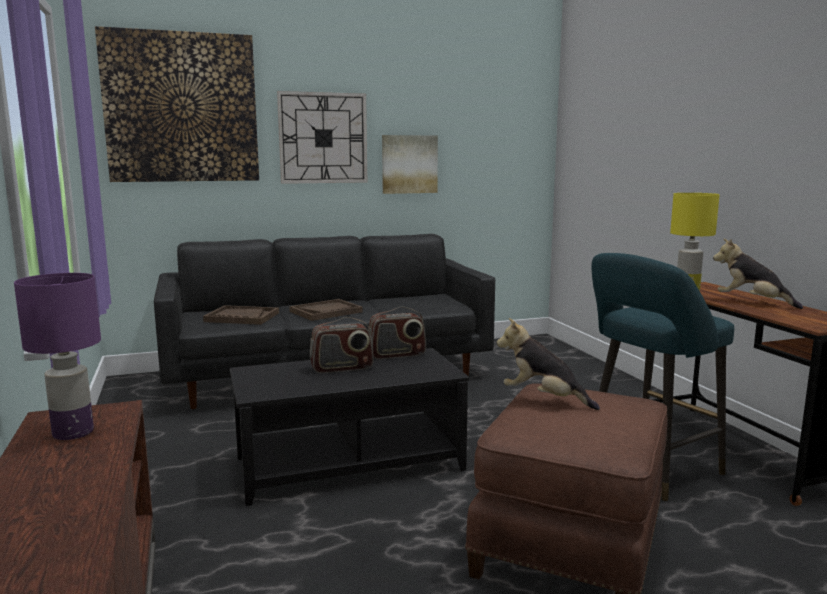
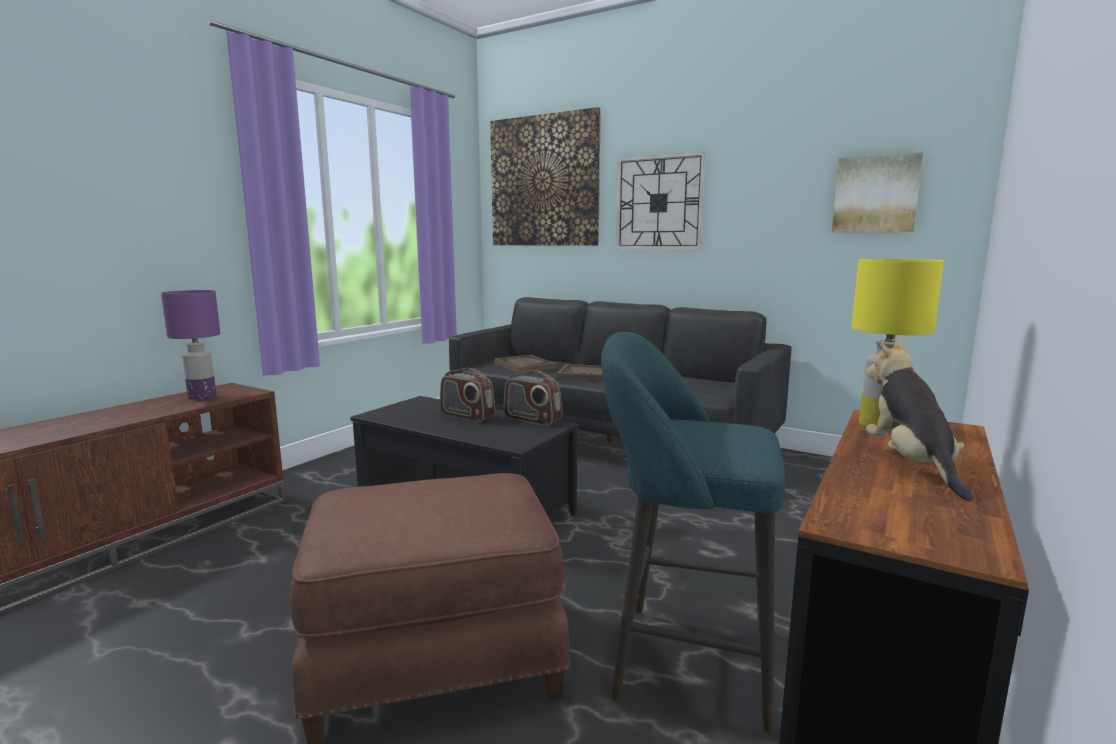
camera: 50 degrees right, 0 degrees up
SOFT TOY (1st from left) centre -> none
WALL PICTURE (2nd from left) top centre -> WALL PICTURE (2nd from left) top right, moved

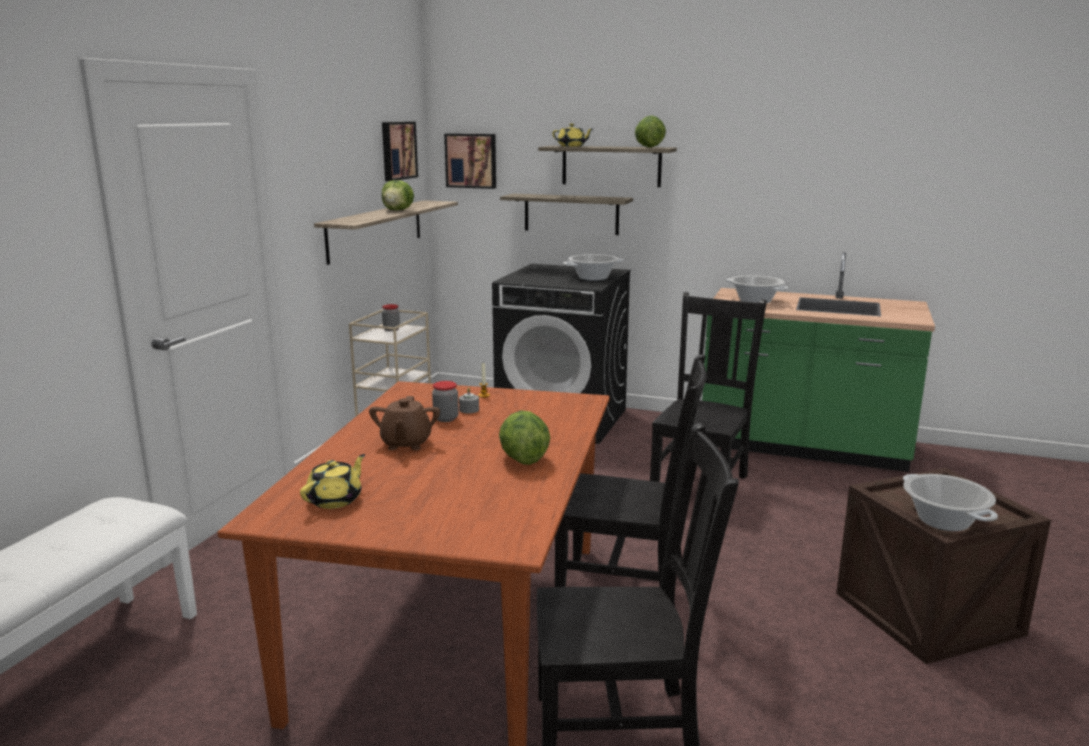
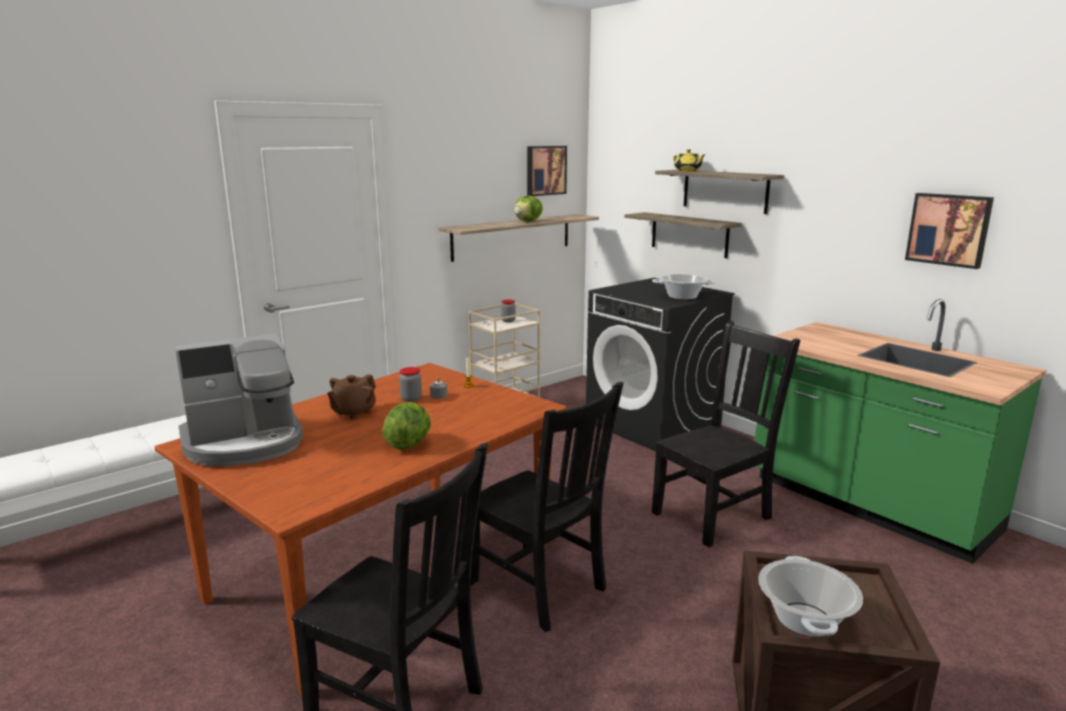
camera: 30 degrees right, 0 degrees up
HEAD OF LETTUCE (3rd from left) top centre -> none
STOCKPOT (2nd from left) middle right -> none
WALL PICTURE (2nd from left) top centre -> WALL PICTURE (2nd from left) top right, moved
YELLOWISH TEAPOT (1st from left) middle left -> COFFEE MACHINE middle left

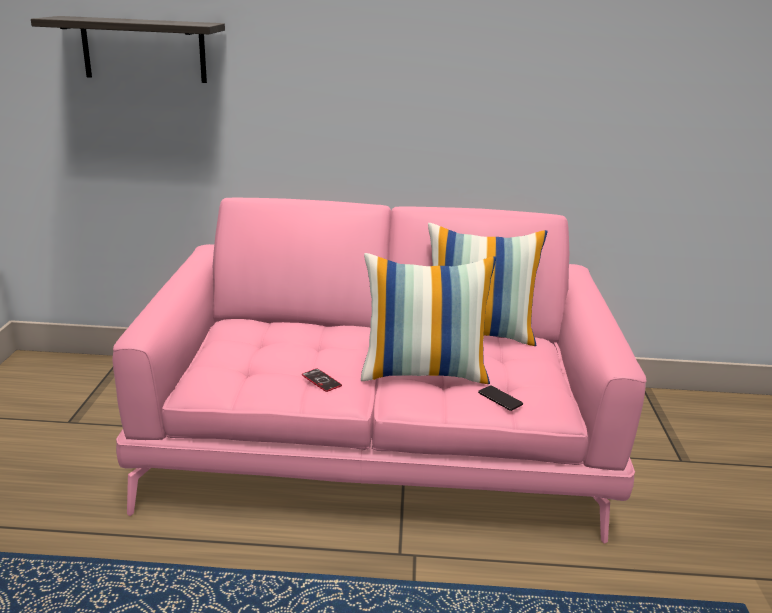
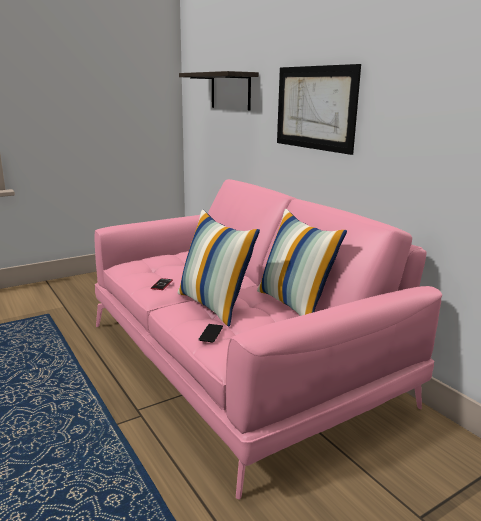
camera: 55 degrees right, 5 degrees down
none -> WALL PICTURE top centre

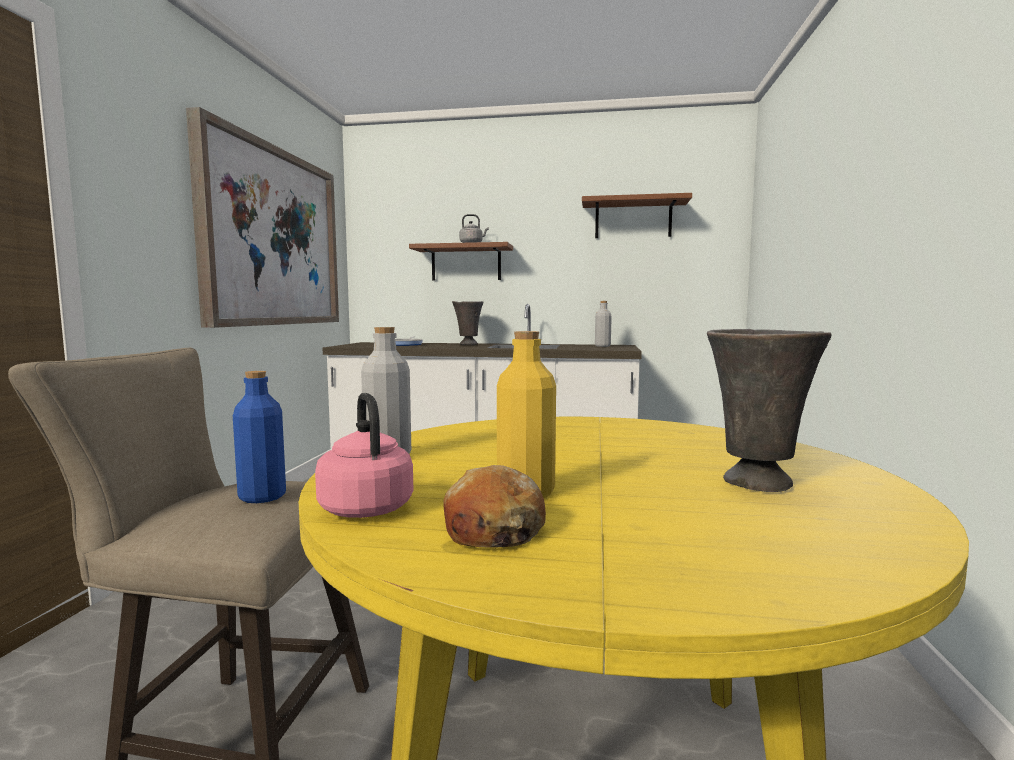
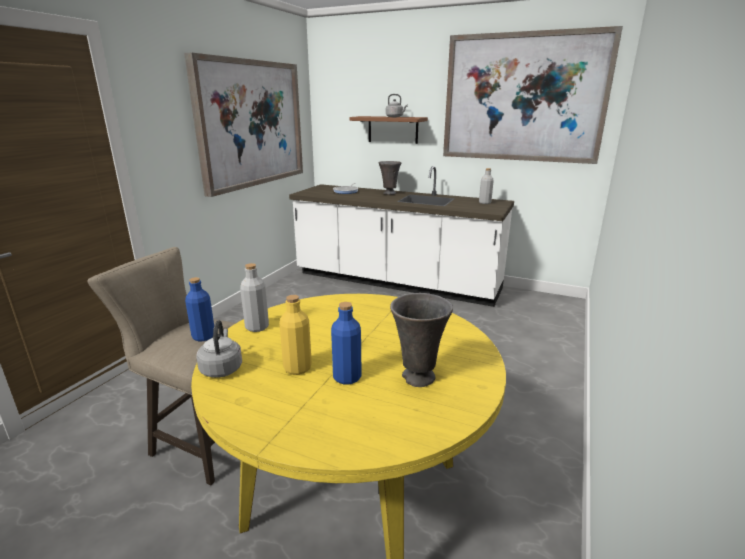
camera: 15 degrees right, 15 degrees up
BAKED BREAD centre -> none
none -> BLUE-COLOURED BOTTLE (2nd from left) centre
BROWNISH SHELF (2nd from left) top centre -> WALL PICTURE (2nd from left) top right
PINK-COLOURED WATER KETTLE centre -> GRAY WATER KETTLE (1st from left) middle left

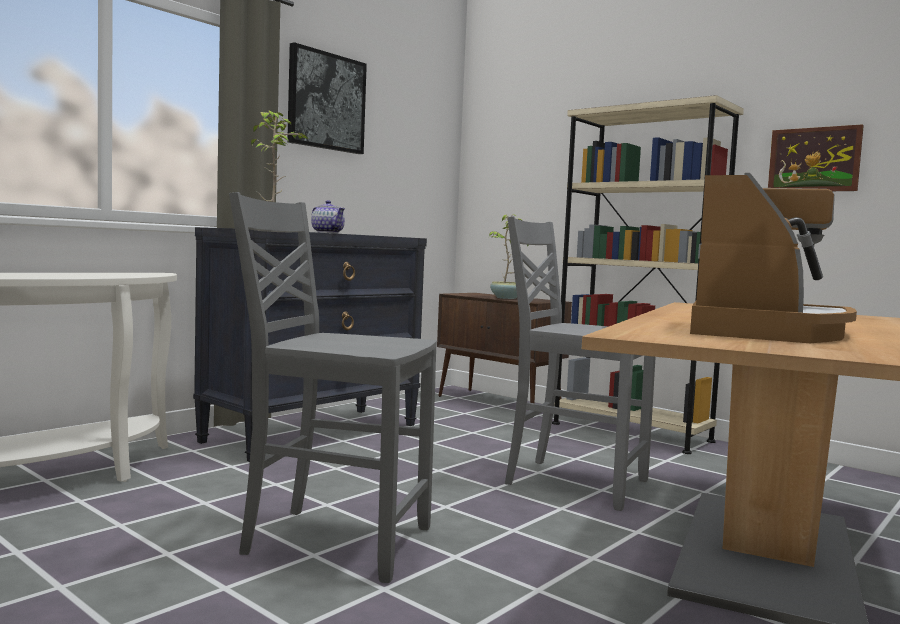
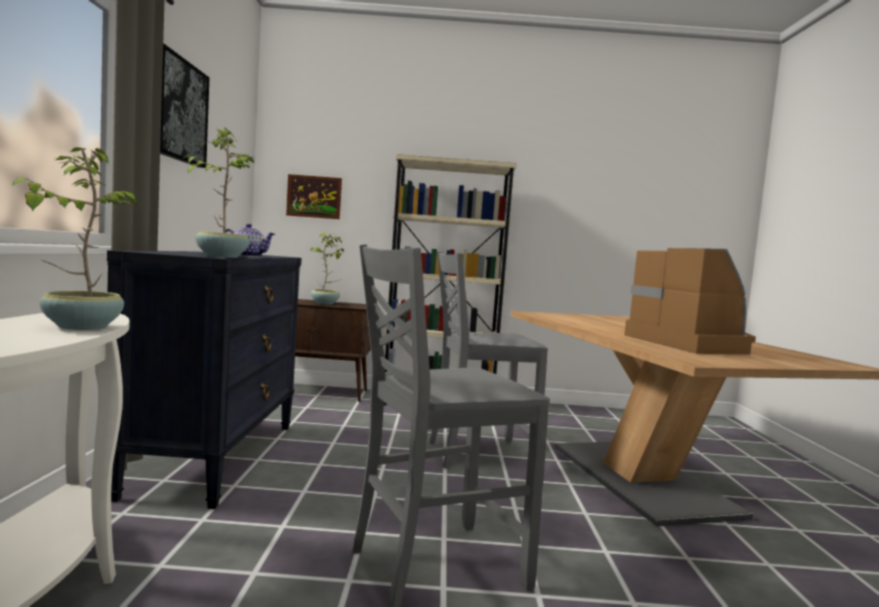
camera: 40 degrees left, 0 degrees up
none -> PLANT IN A POT (1st from left) middle left
WALL PICTURE (2nd from left) top right -> WALL PICTURE (2nd from left) top centre, moved

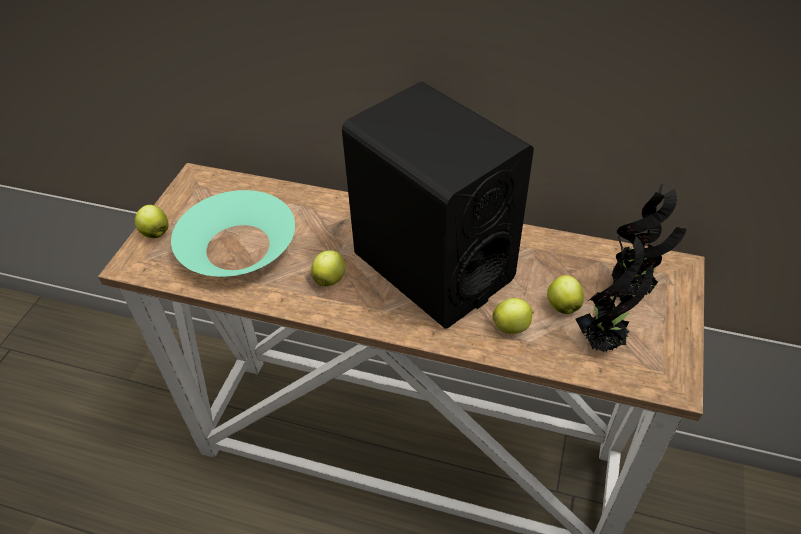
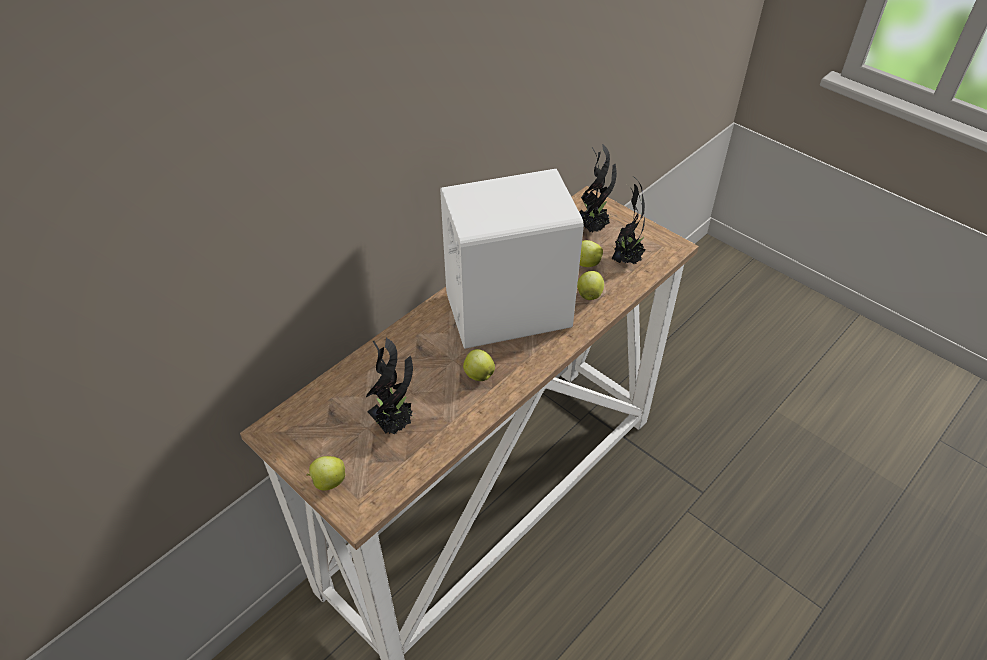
camera: 65 degrees left, 0 degrees up
BLUE-GREEN BOWL middle left -> PLANT IN A POT (1st from left) centre
BLACKISH SPEAKER centre -> WHITE-COLOURED SPEAKER centre

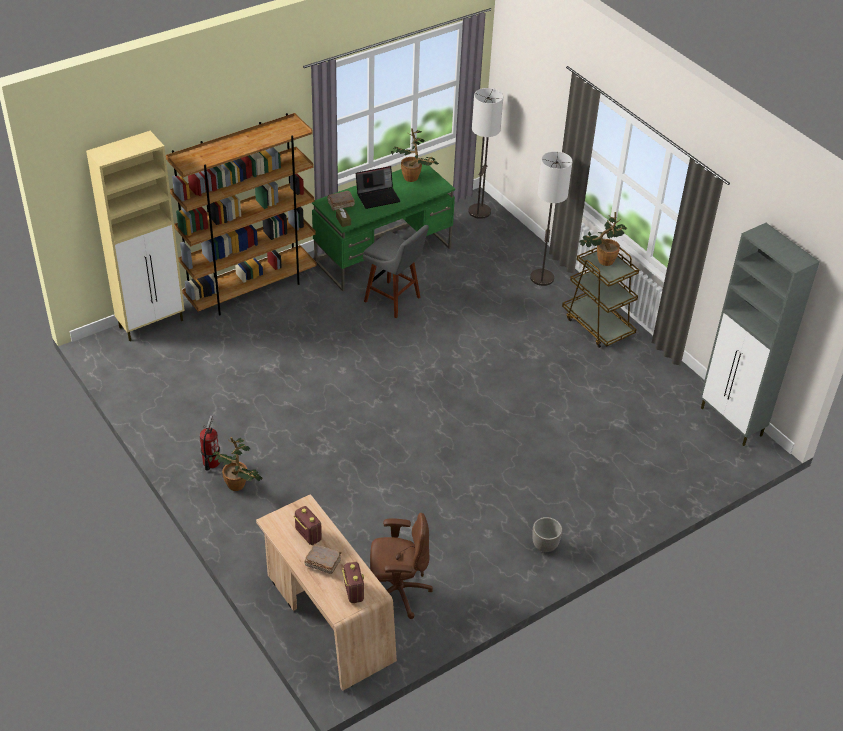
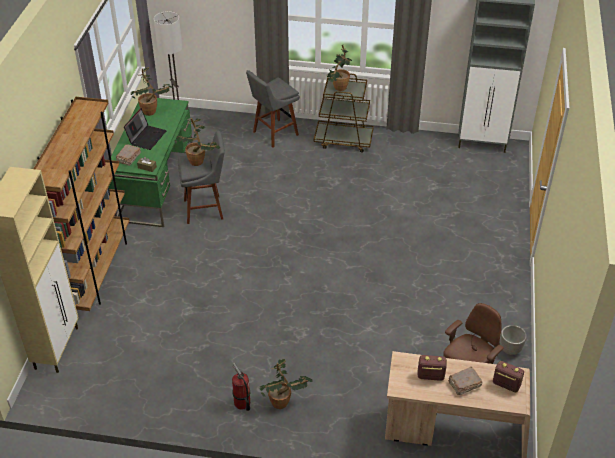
camera: 45 degrees left, 0 degrees up
none -> PLANT IN A POT (2nd from left) top left
PLANT POT bottom centre -> PLANT POT bottom right, moved
FLOOR LAMP (2nd from left) top centre -> GRAY STOOL (2nd from left) top centre

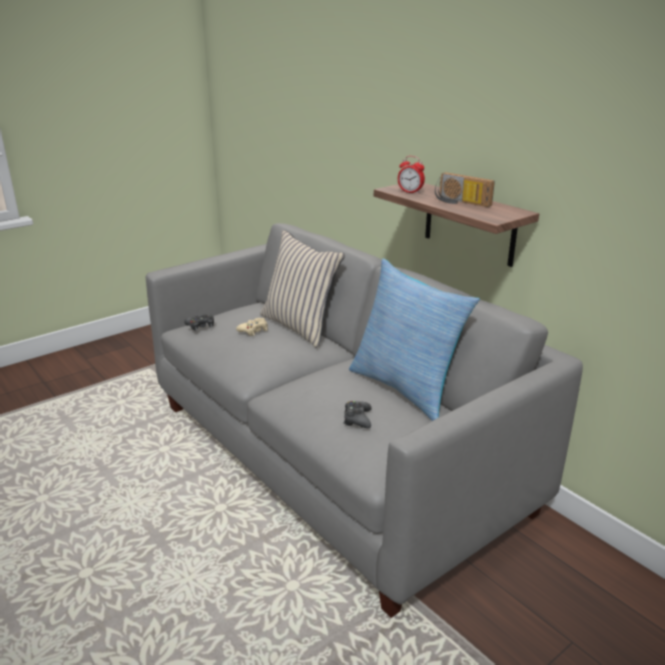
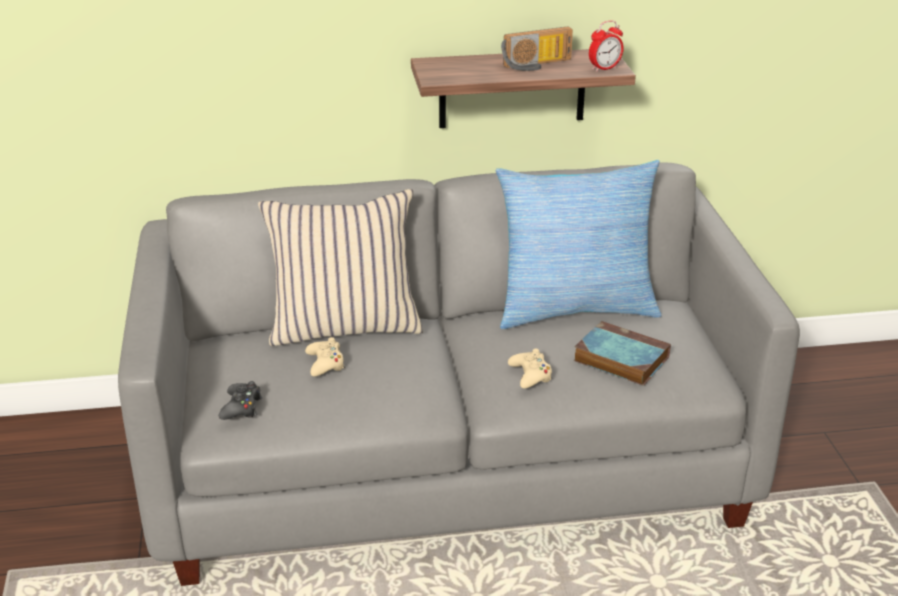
camera: 60 degrees left, 5 degrees up
none -> BEIGE-COLOURED GAMEPAD (2nd from left) centre
ALARM CLOCK top centre -> ALARM CLOCK top right, moved
BLACKISH GAMEPAD (2nd from left) centre -> VOLUME middle right

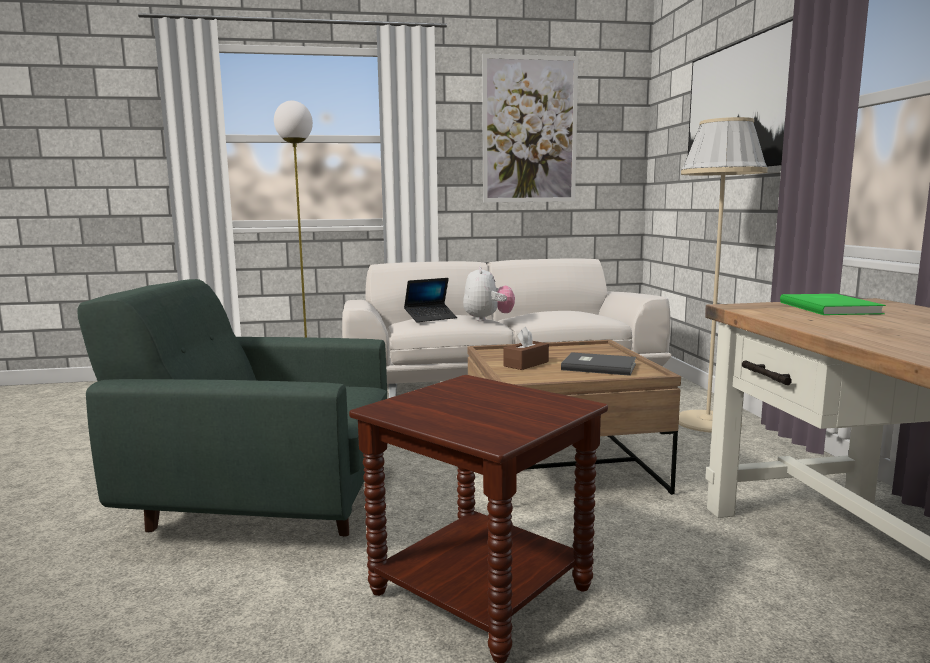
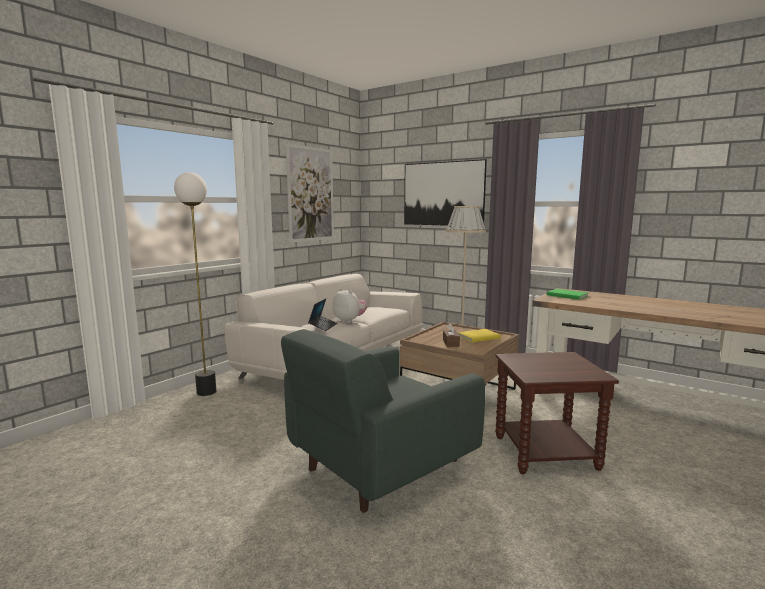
camera: 45 degrees left, 0 degrees up
GRAY VOLUME centre -> YELLOWISH VOLUME centre

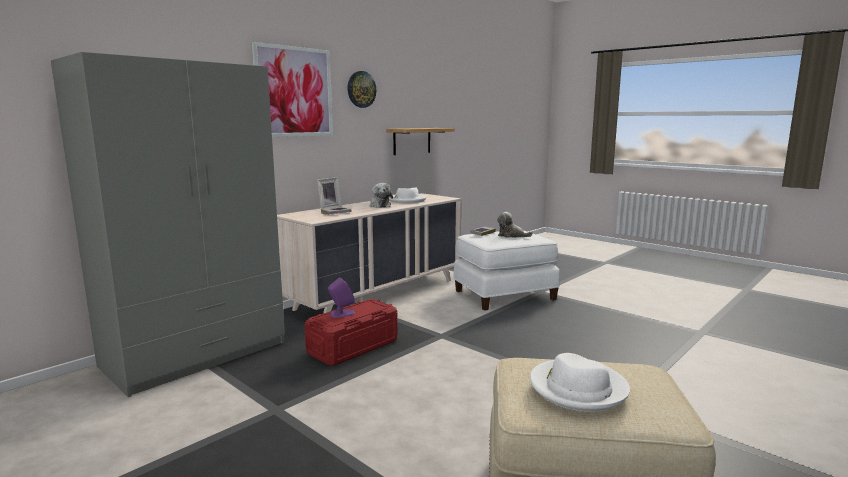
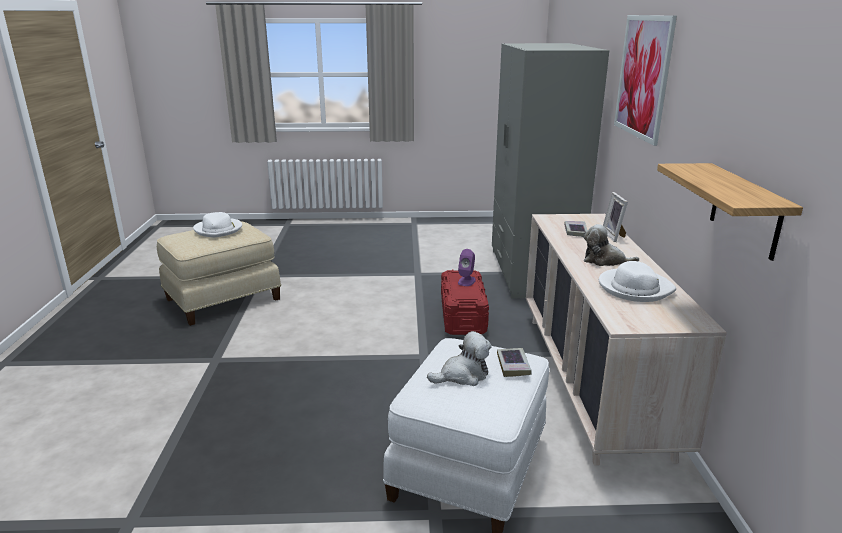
camera: 135 degrees right, 10 degrees up
HANGING CLOCK top centre -> none

